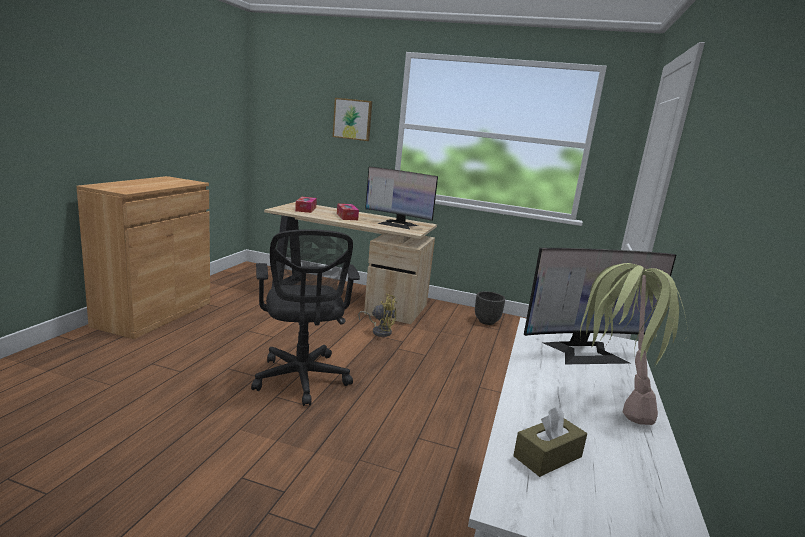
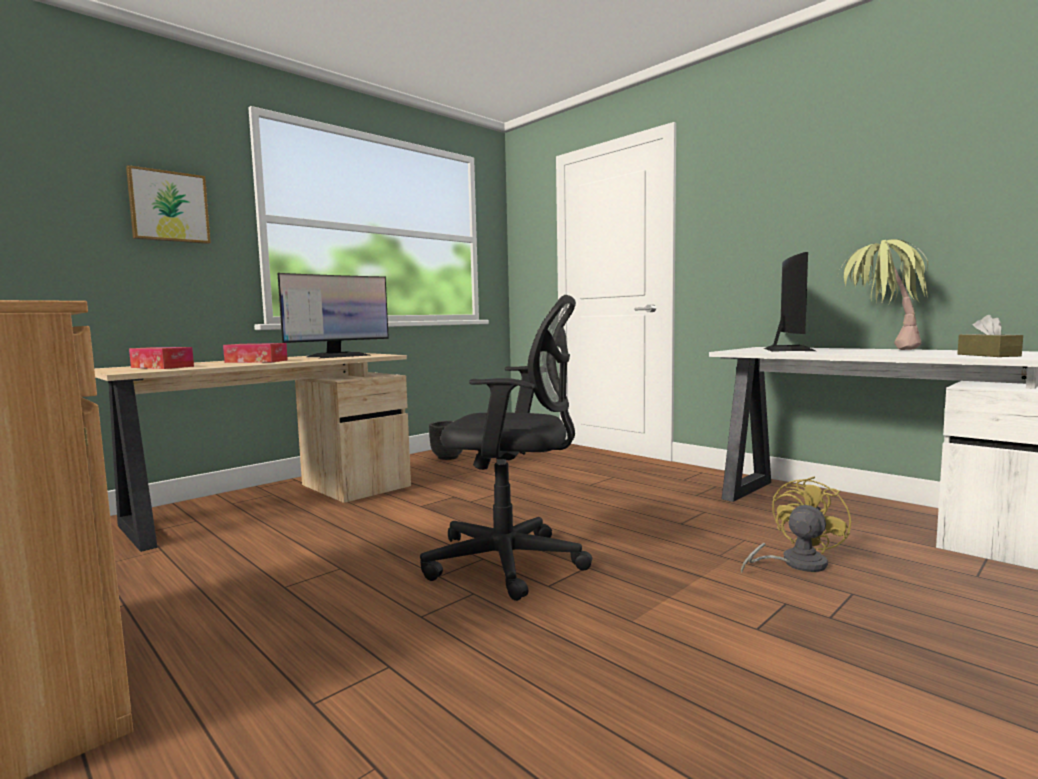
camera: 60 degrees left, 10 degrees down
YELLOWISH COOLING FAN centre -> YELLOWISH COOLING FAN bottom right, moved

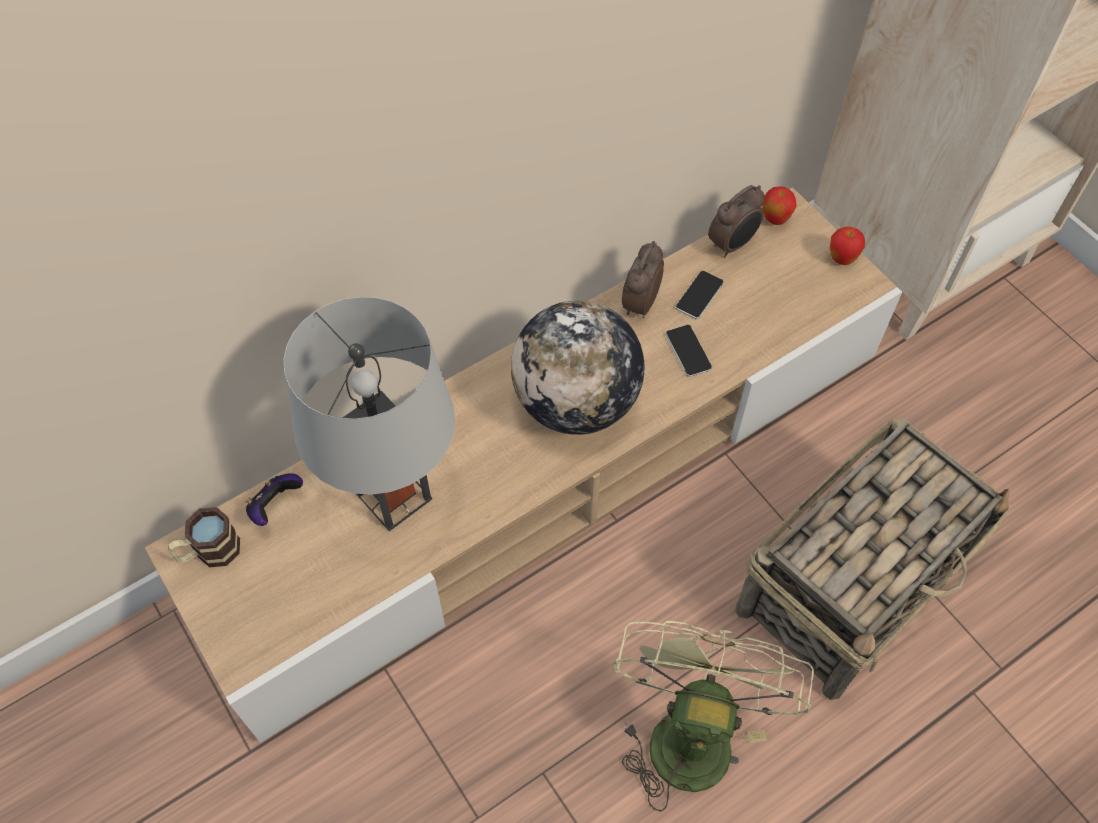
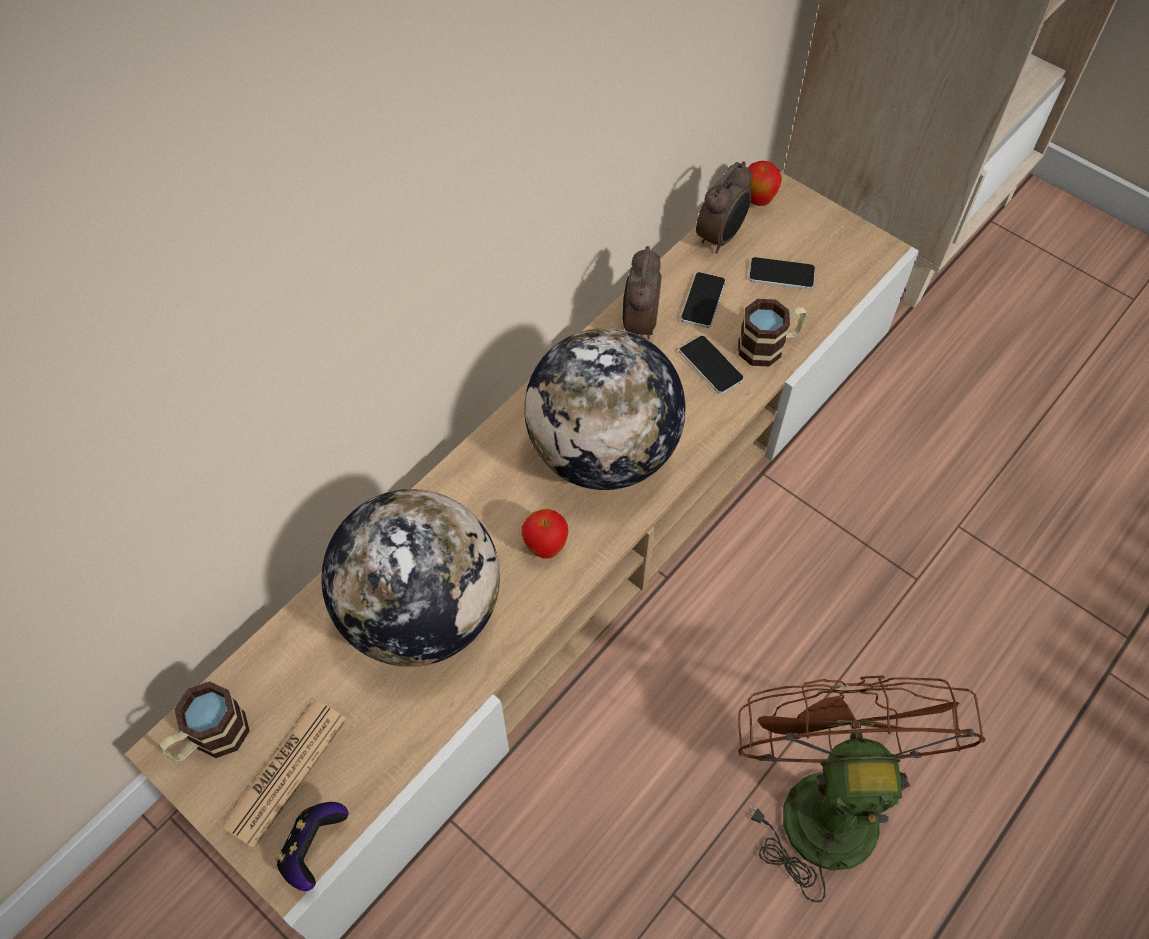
camera: 15 degrees left, 0 degrees up
STORAGE BASKET bottom right -> none
none -> NEWSPAPER bottom left
none -> MUG (2nd from left) middle right
none -> TELEPHONE (3rd from left) top right
GAMEPAD middle left -> GAMEPAD bottom left, moved
WHOLE APPLE (2nd from left in the first image) top right -> WHOLE APPLE (1st from left) centre, moved
GRAY TABLE LAMP centre -> GLOBE (1st from left) centre
GREEN COOLING FAN bottom centre -> BROWNISH COOLING FAN bottom right

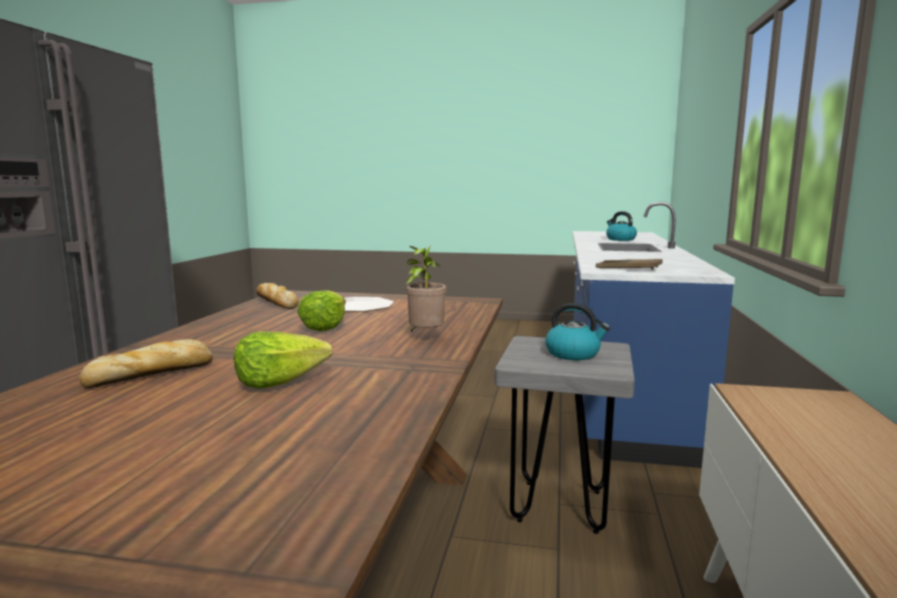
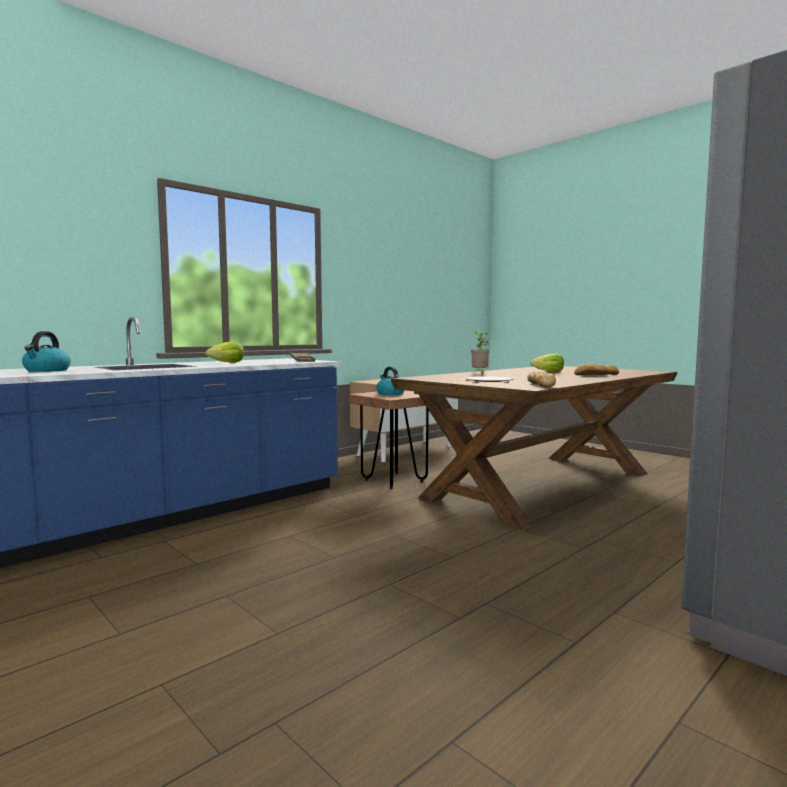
camera: 145 degrees left, 5 degrees down
HEAD OF LETTUCE (2nd from left in the first image) centre -> HEAD OF LETTUCE (1st from left) middle left, moved
GRAY STOOL bottom centre -> BROWNISH STOOL centre

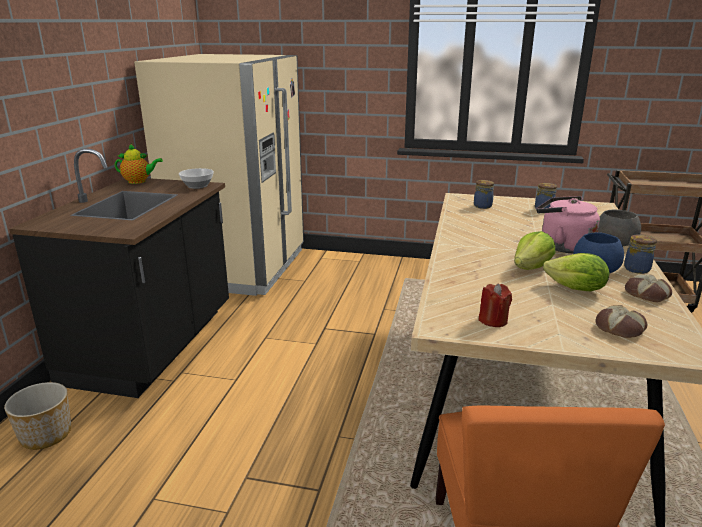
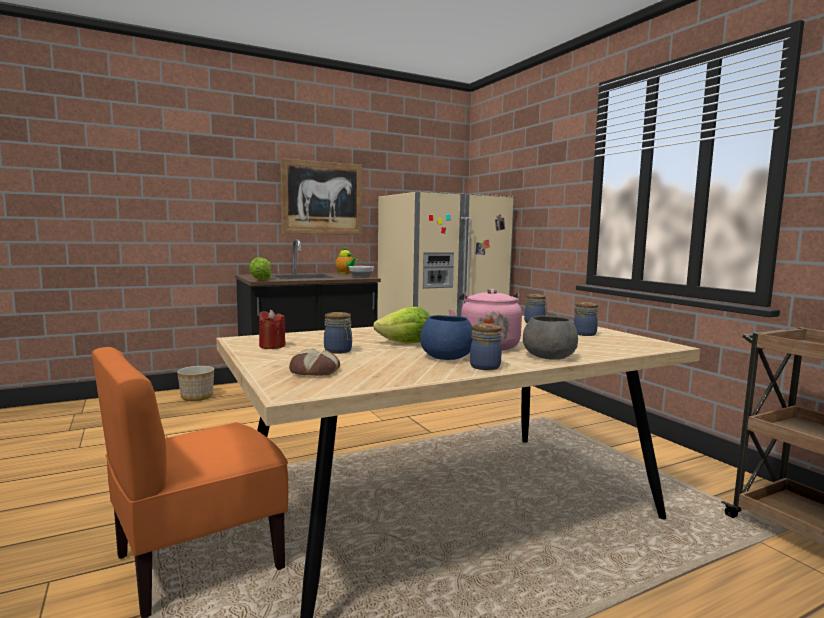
camera: 50 degrees right, 15 degrees down
BAKED BREAD (2nd from left) middle right -> none
none -> WALL PICTURE top centre
none -> PRESERVE JAR (1st from left) centre
HEAD OF LETTUCE (2nd from left in the first image) middle right -> HEAD OF LETTUCE (1st from left) middle left, moved

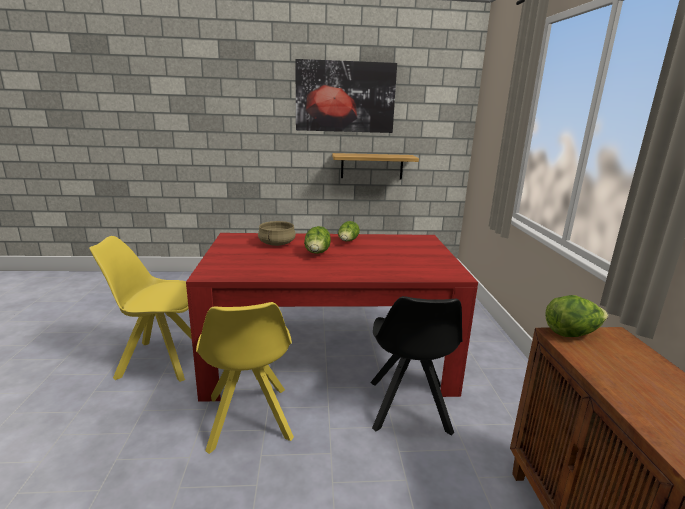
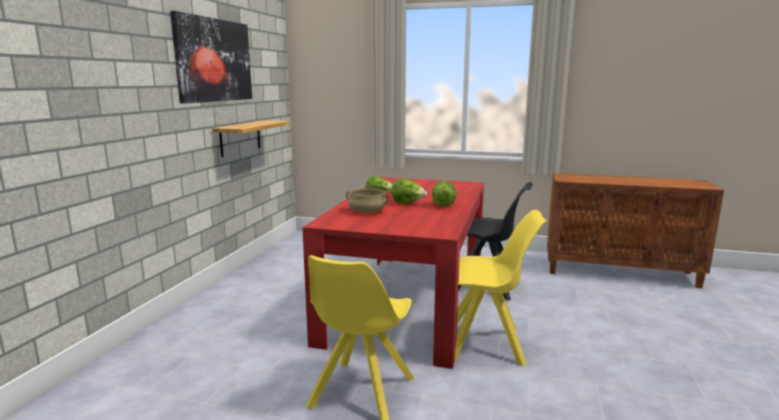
camera: 70 degrees left, 5 degrees down
HEAD OF LETTUCE (3rd from left) middle right -> HEAD OF LETTUCE (3rd from left) centre, moved

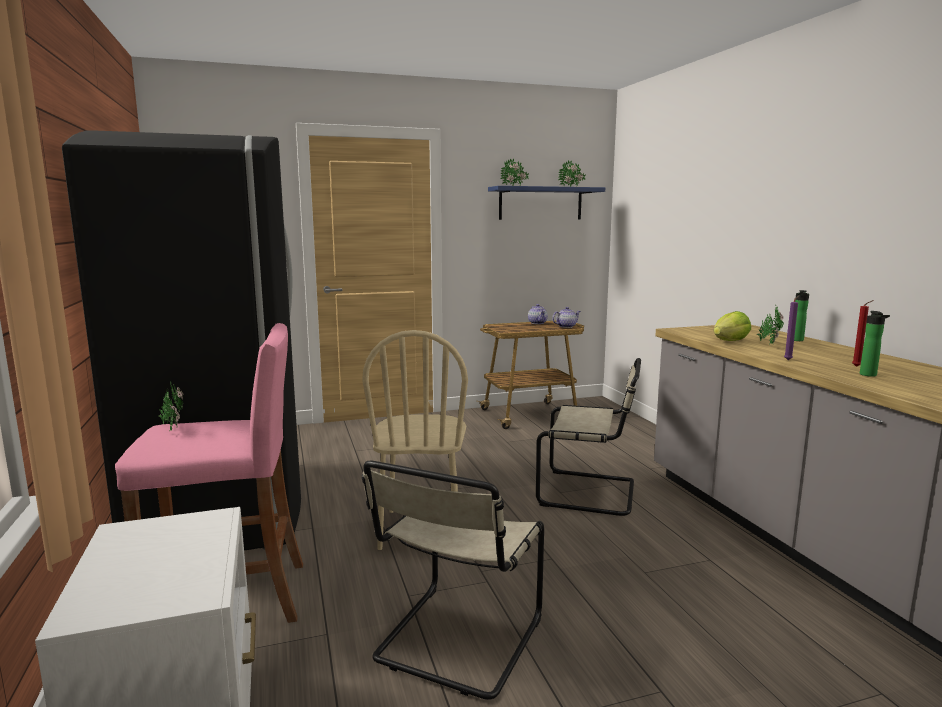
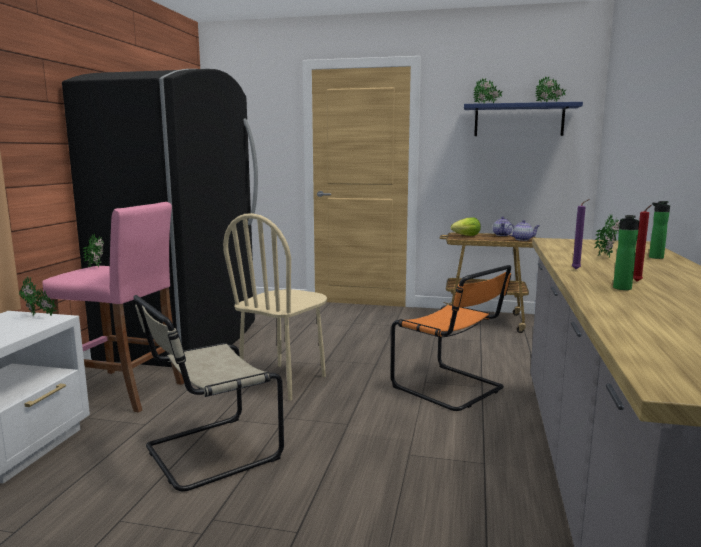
camera: 30 degrees right, 0 degrees up
none -> PLANT IN A POT (1st from left) middle left
HEAD OF LETTUCE middle right -> HEAD OF LETTUCE centre, moved
BEIGE-COLOURED CHAIR (3rd from left) centre -> ORANGE-COLOURED CHAIR centre

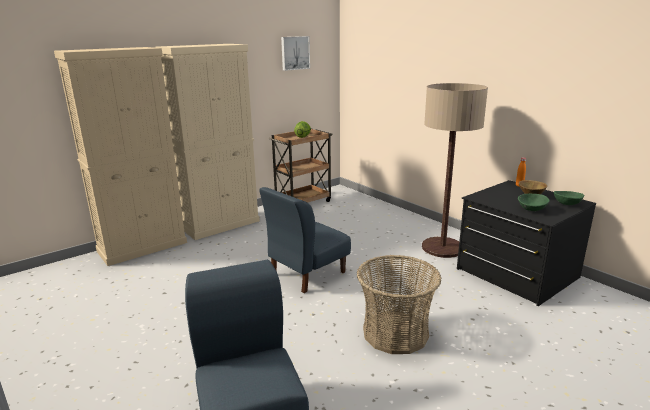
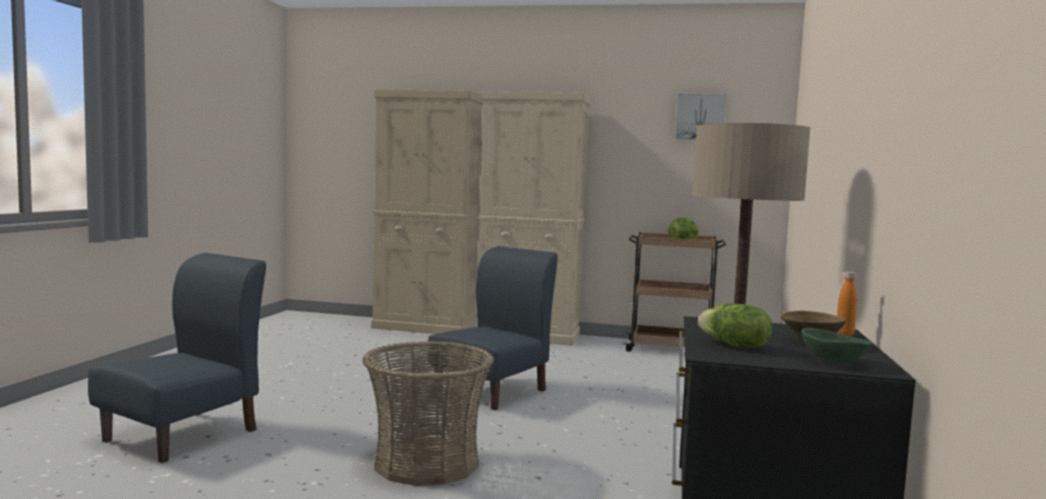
camera: 50 degrees right, 15 degrees down
GREEN BOWL (1st from left) middle right -> HEAD OF LETTUCE (2nd from left) middle right
BLUE-COLOURED CHAIR (2nd from left) centre, 120 degrees clockwise

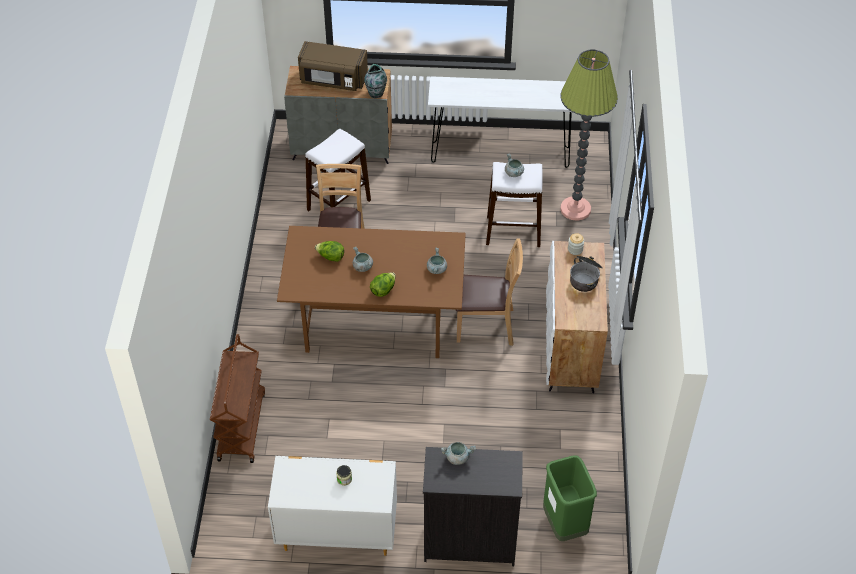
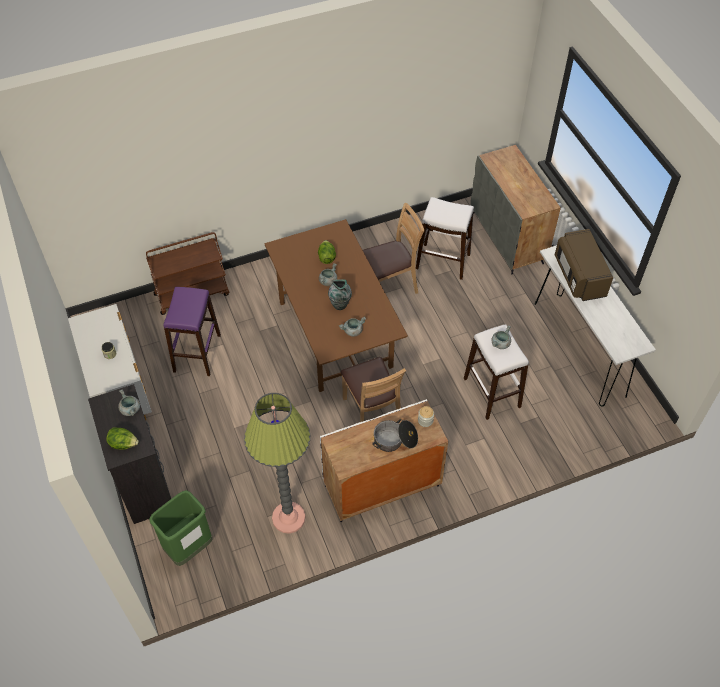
camera: 65 degrees right, 5 degrees up
none -> PURPLISH STOOL middle left
BROWNISH MICROWAVE top centre -> BROWNISH MICROWAVE middle right, moved
VASE top centre -> VASE centre, moved
HEAD OF LETTUCE (2nd from left in the first image) centre -> HEAD OF LETTUCE (1st from left) middle left, moved
FLOOR LAMP top right -> FLOOR LAMP bottom centre, moved

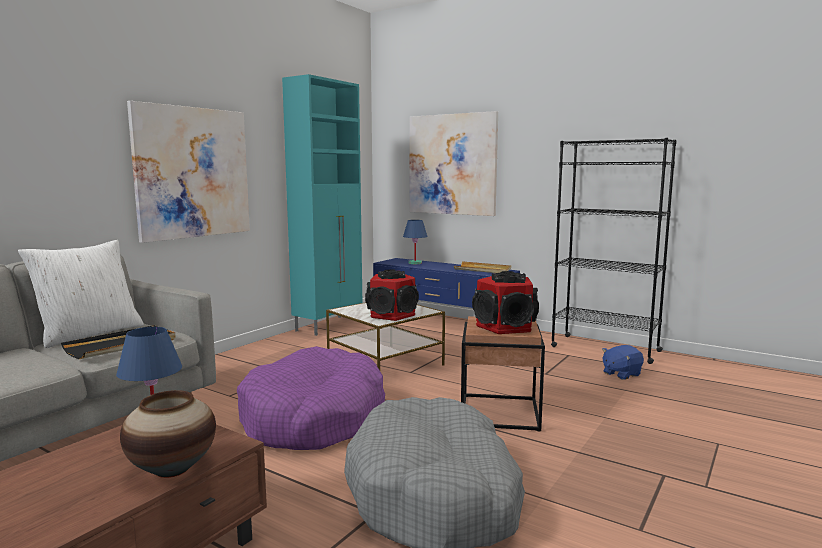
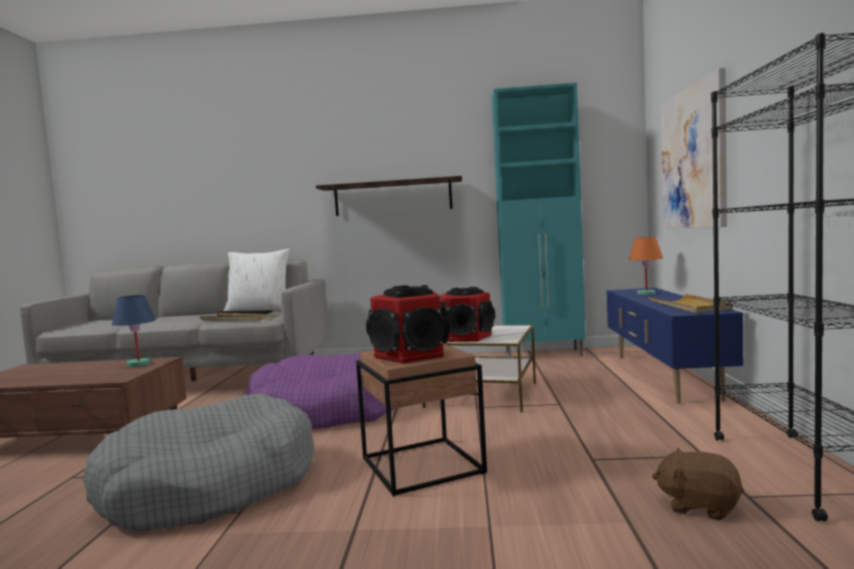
camera: 60 degrees right, 5 degrees down
VASE bottom left -> none
WALL PICTURE (1st from left) top left -> SHELF centre
BLUE-COLOURED TABLE LAMP (2nd from left) centre -> ORANGE-COLOURED TABLE LAMP middle right
BLUE-COLOURED SOFT TOY middle right -> BROWNISH SOFT TOY bottom right

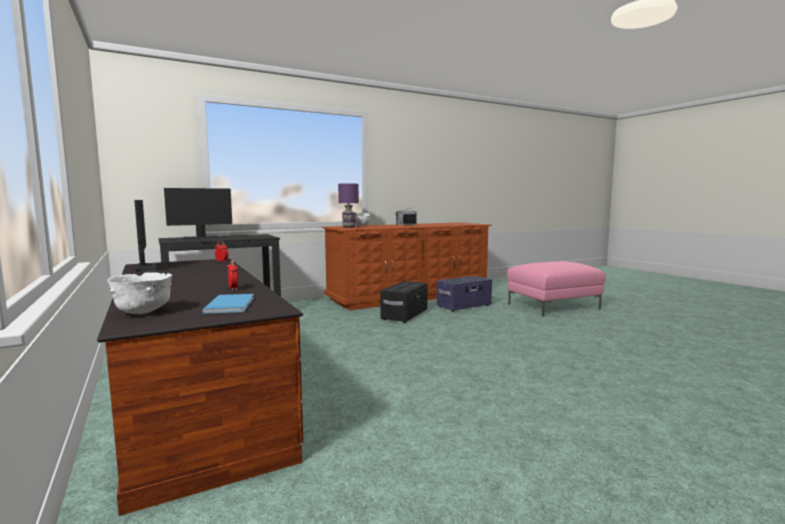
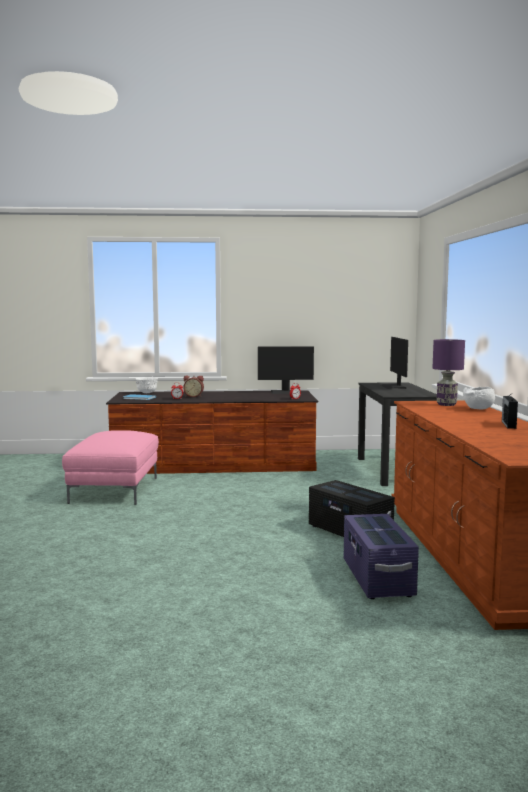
camera: 115 degrees right, 0 degrees up
none -> ALARM CLOCK (2nd from left) centre
PINK-COLOURED FOOTREST middle right -> PINK-COLOURED FOOTREST middle left, moved

